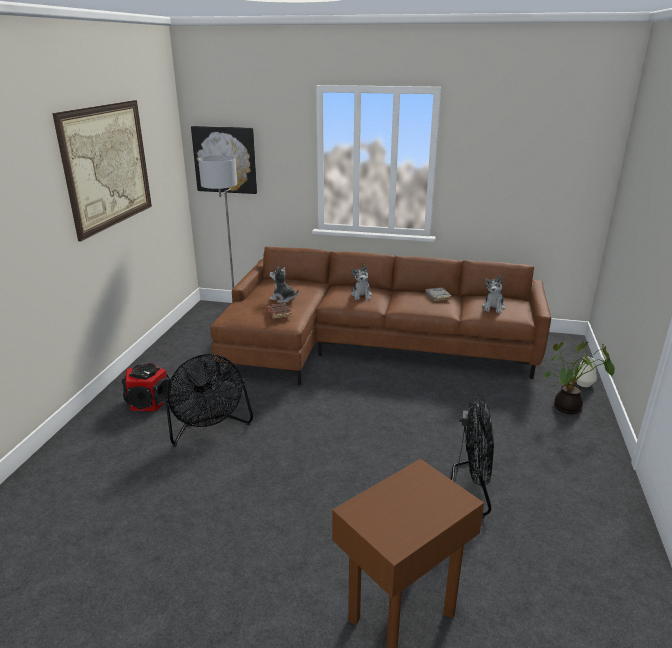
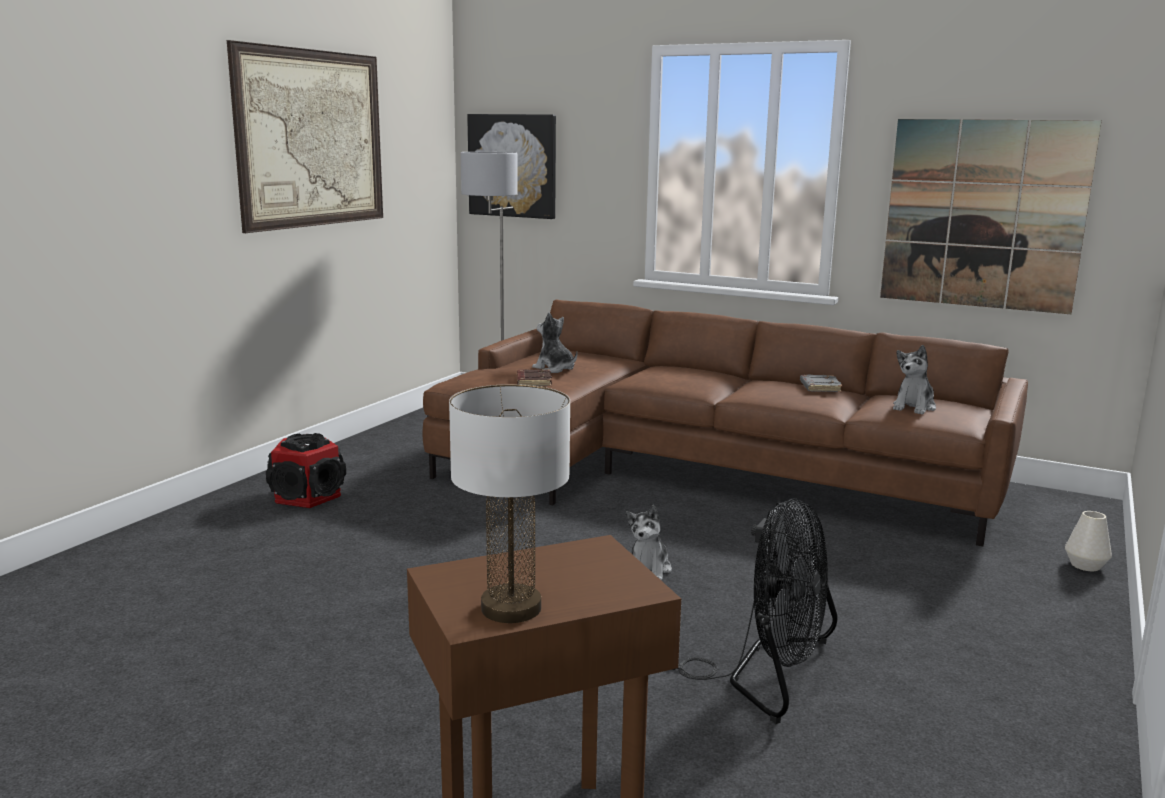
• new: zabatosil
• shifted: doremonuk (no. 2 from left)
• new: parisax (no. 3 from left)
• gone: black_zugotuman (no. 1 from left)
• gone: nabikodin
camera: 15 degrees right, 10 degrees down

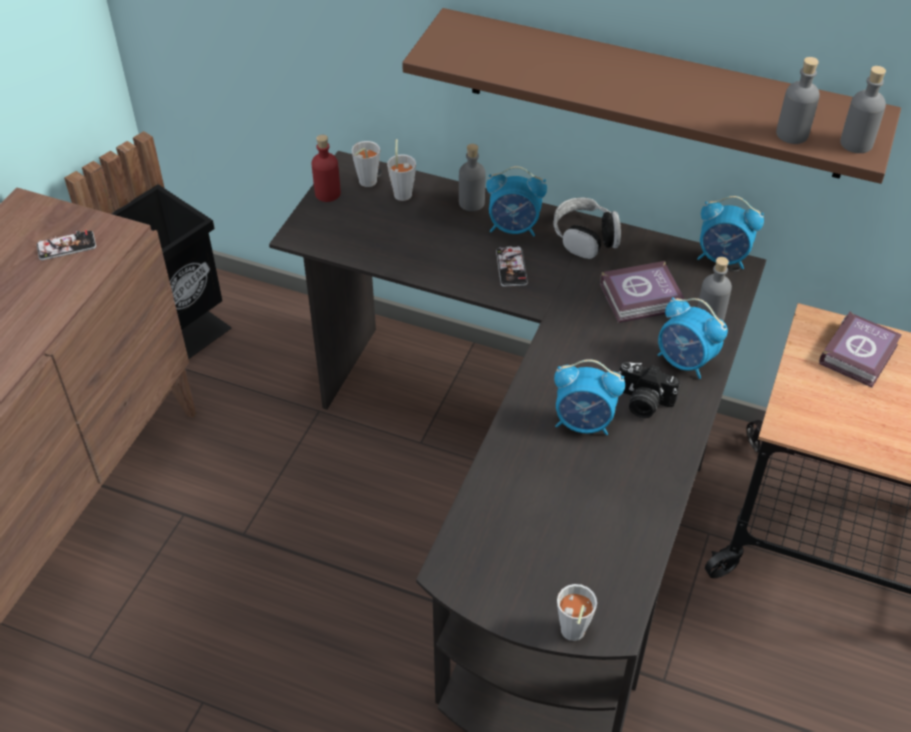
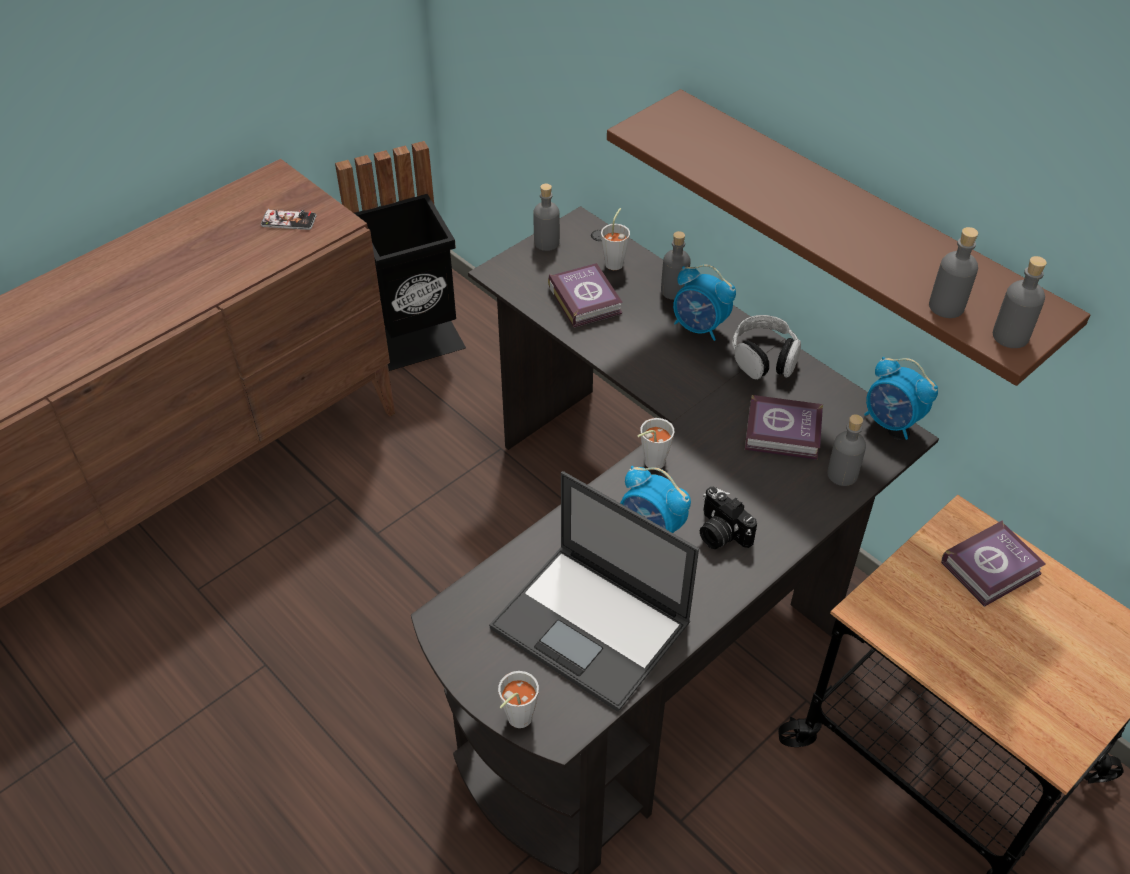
• new: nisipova
• repainted: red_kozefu to grey_kozefu (no. 1 from left)
• new: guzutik (no. 1 from left)
• shifted: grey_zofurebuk (no. 1 from left in the first image) to grey_zofurebuk (no. 3 from left)
• gone: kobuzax (no. 2 from left)
• gone: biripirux (no. 3 from left)
camera: 25 degrees right, 0 degrees up

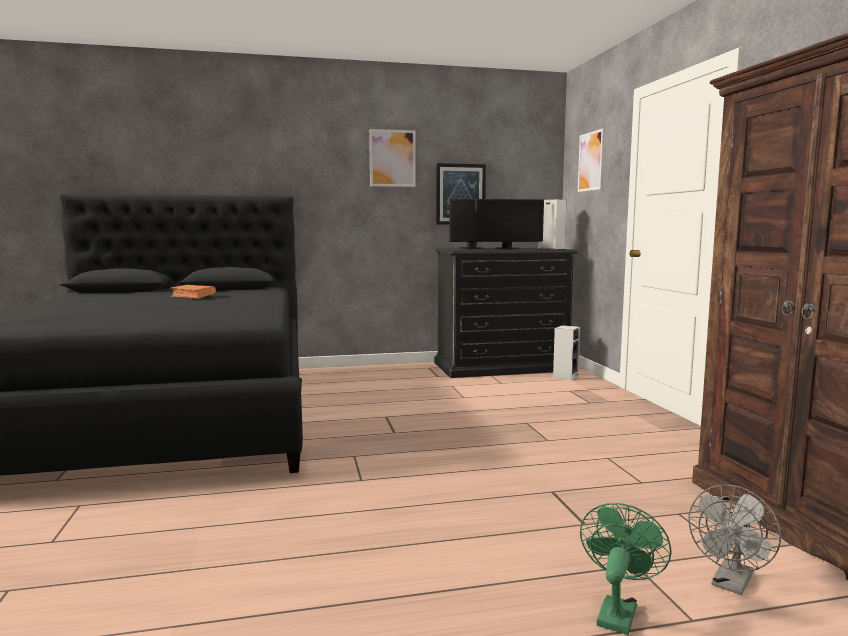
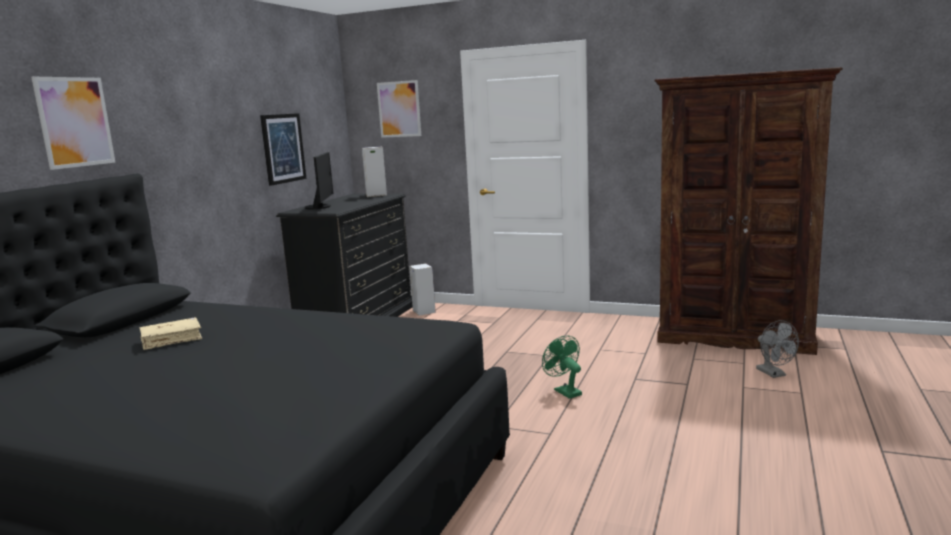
• shifted: parisax (no. 1 from left)
• repainted: orange_guzutik to beige_guzutik
• shifted: green_zugotuman
• gone: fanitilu (no. 2 from left)
camera: 55 degrees left, 5 degrees up

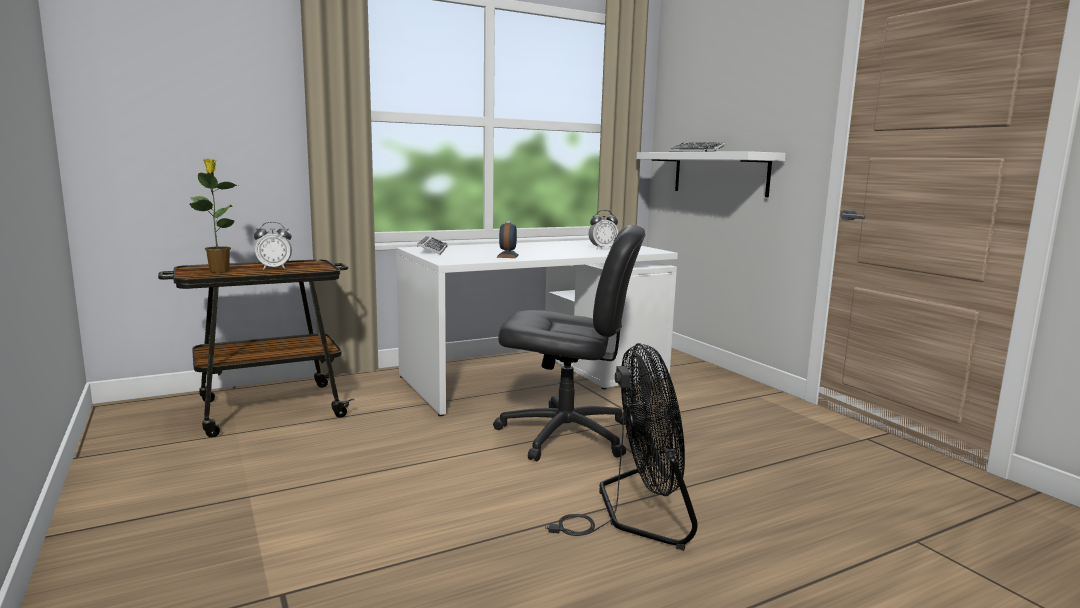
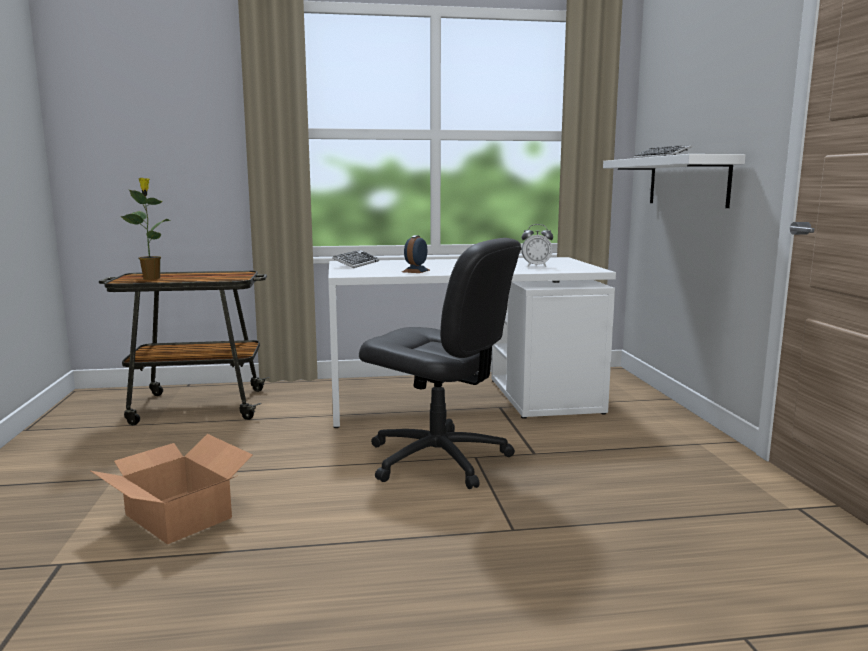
• new: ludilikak
• gone: biripirux (no. 1 from left)
• gone: black_zugotuman
camera: 20 degrees right, 0 degrees up

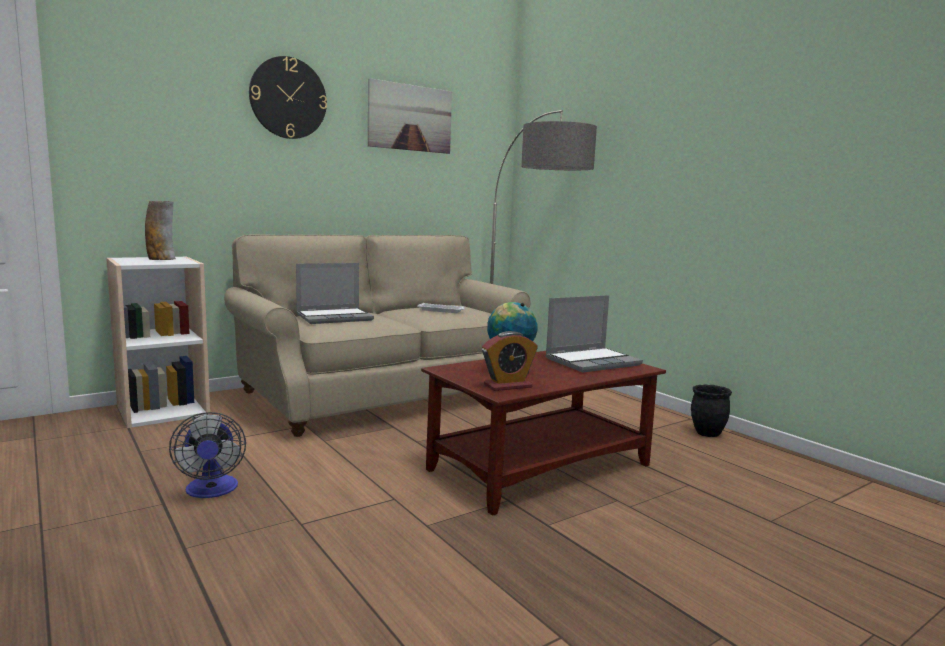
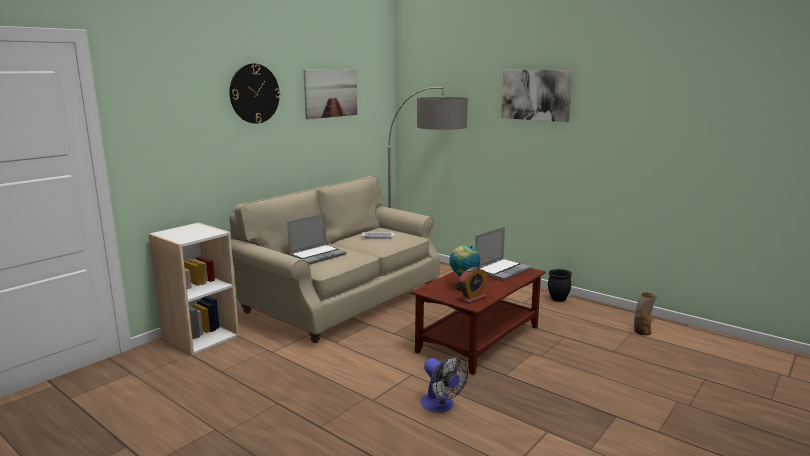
• shifted: zugotuman
• new: parisax (no. 2 from left)
• shifted: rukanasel
camera: 15 degrees left, 5 degrees up

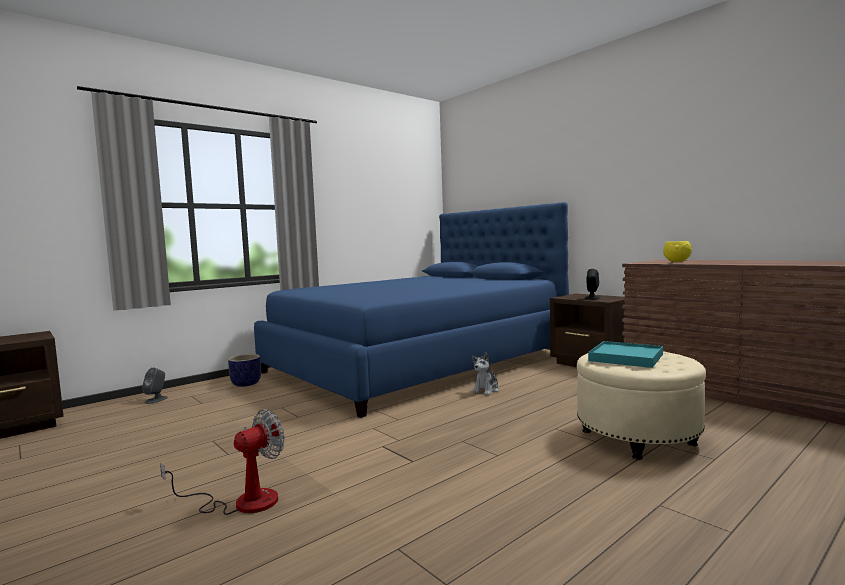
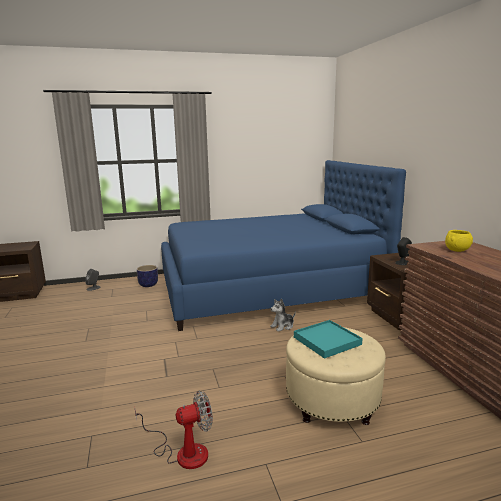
• shifted: zugotuman
camera: 25 degrees right, 10 degrees up

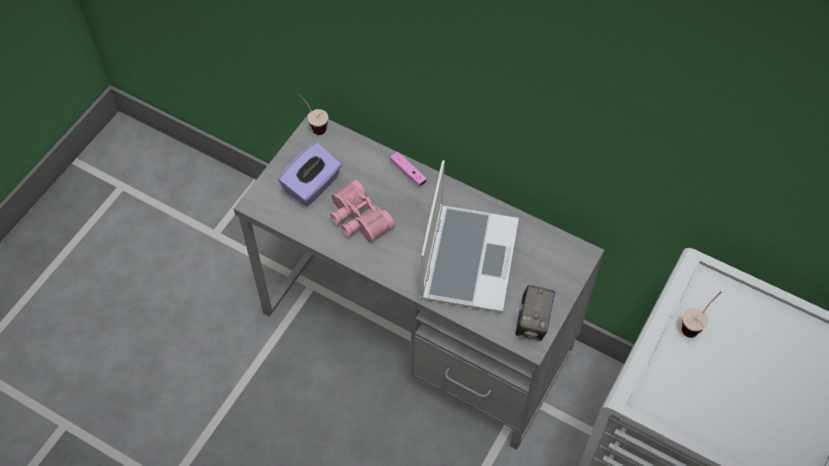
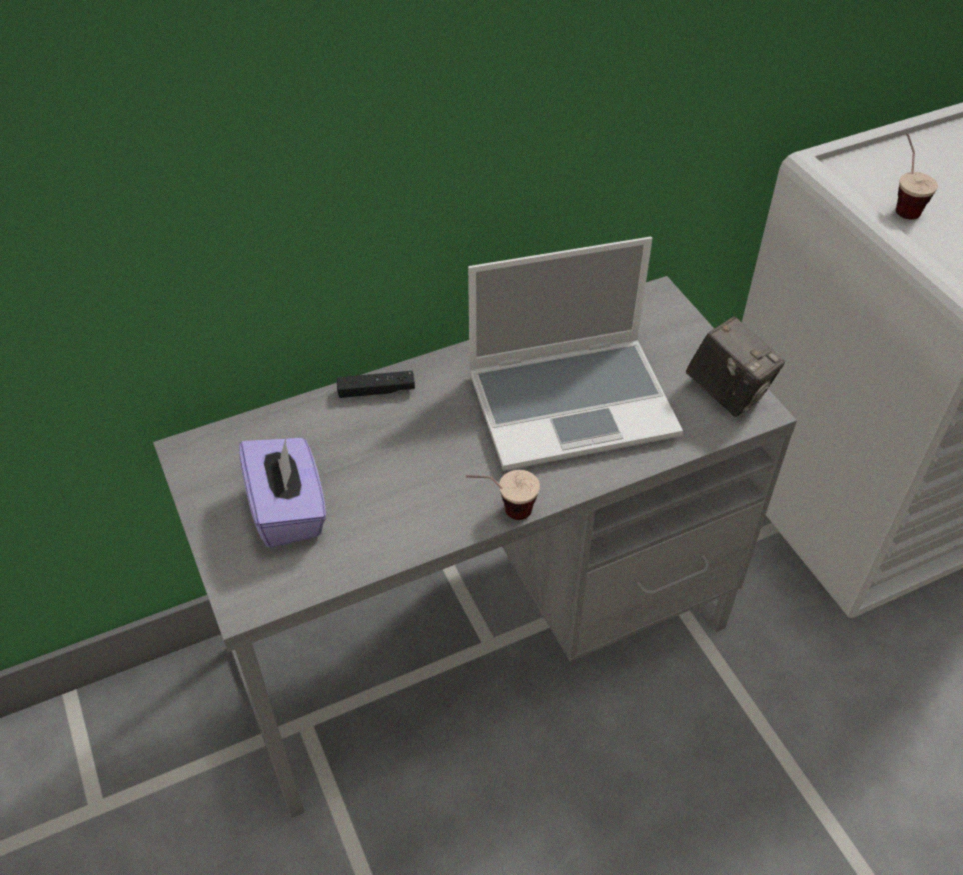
• repainted: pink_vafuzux to black_vafuzux
• shifted: zofurebuk (no. 1 from left)
• rotated: nisipova 120 degrees clockwise
• gone: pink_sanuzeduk
camera: 55 degrees left, 10 degrees down

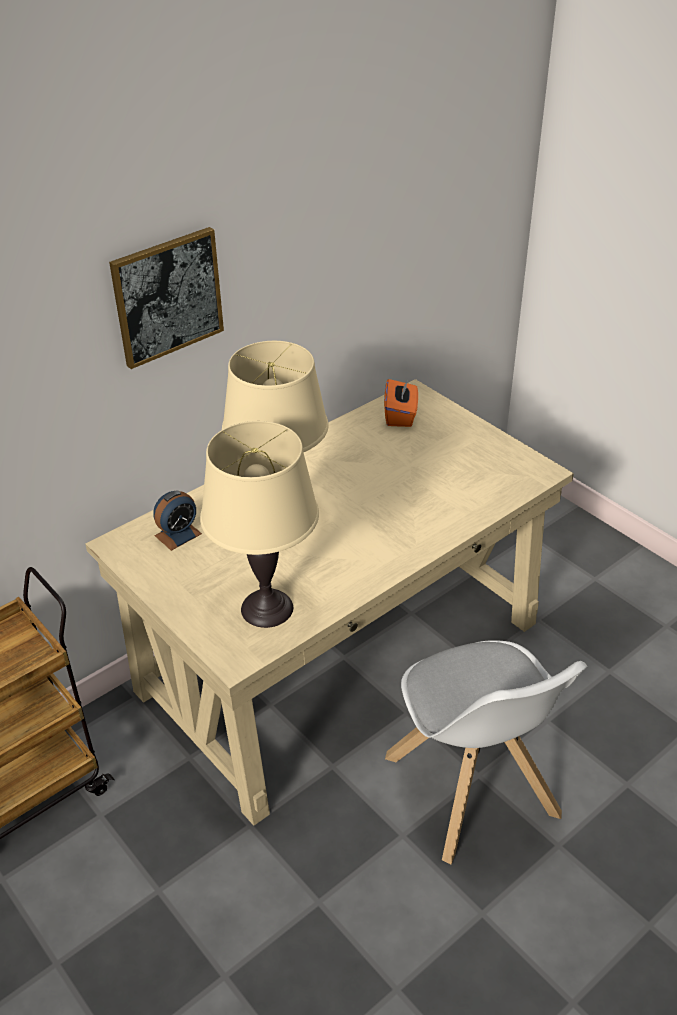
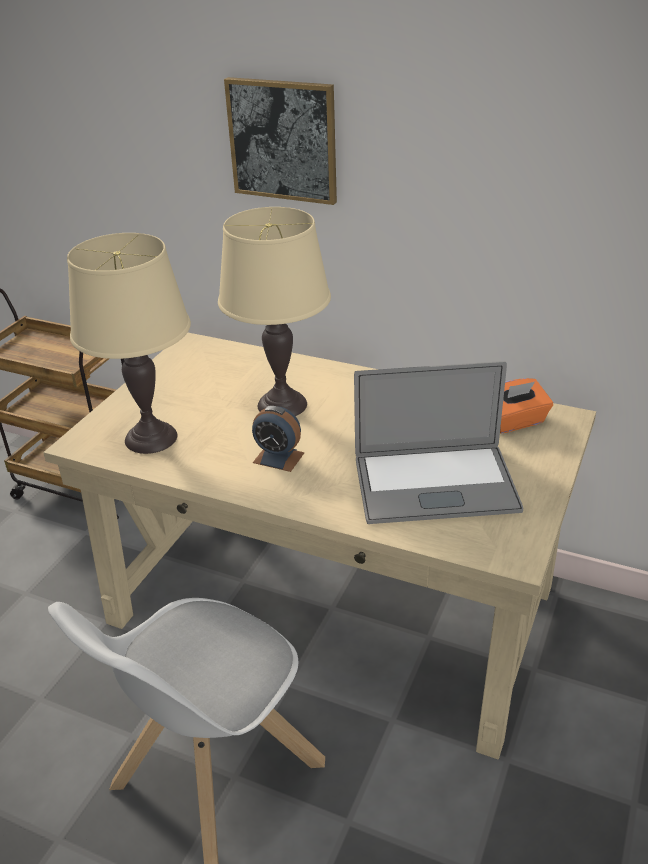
• shifted: biripirux
• new: nisipova
camera: 65 degrees right, 5 degrees down

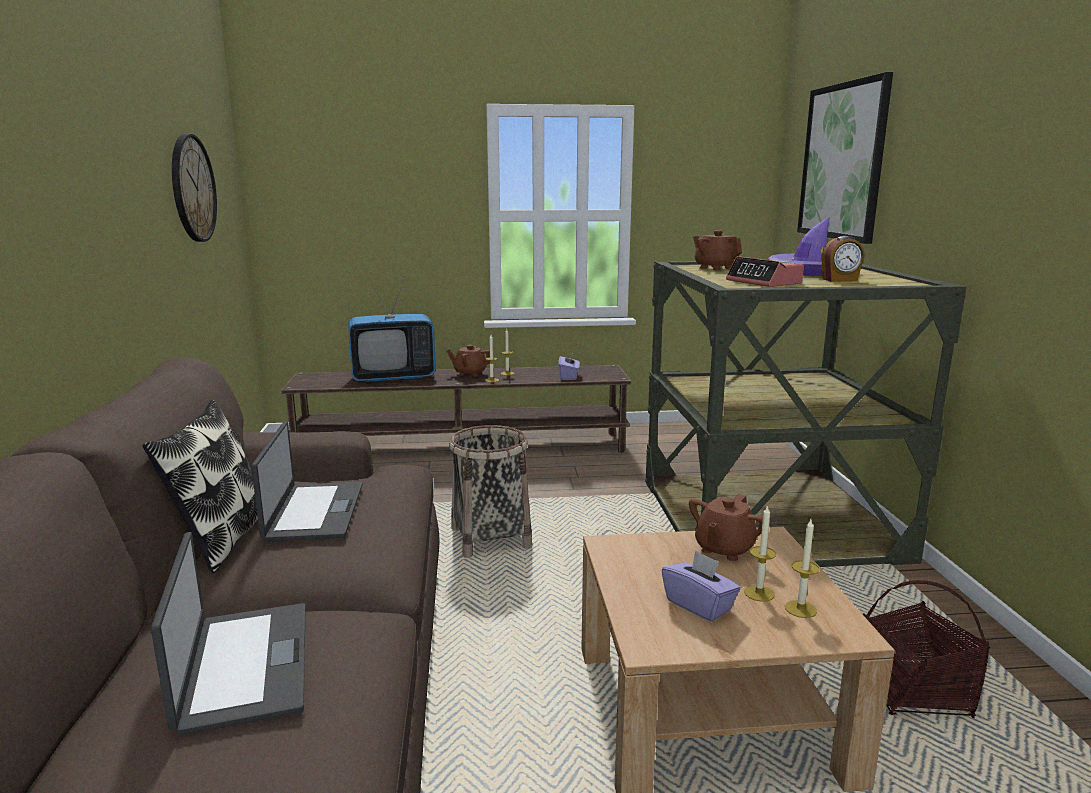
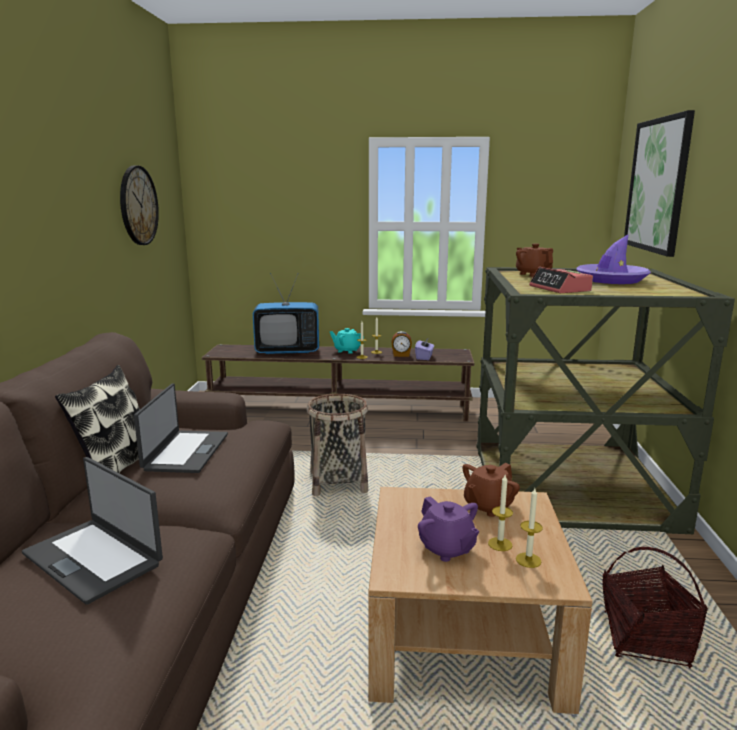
• rotated: nisipova (no. 1 from left) 135 degrees clockwise
• repainted: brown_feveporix (no. 1 from left) to turquoise_feveporix
• shifted: biripirux (no. 2 from left in the first image) to biripirux (no. 1 from left)
• swapped: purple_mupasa (no. 2 from left) to purple_feveporix
camera: 10 degrees right, 0 degrees up

